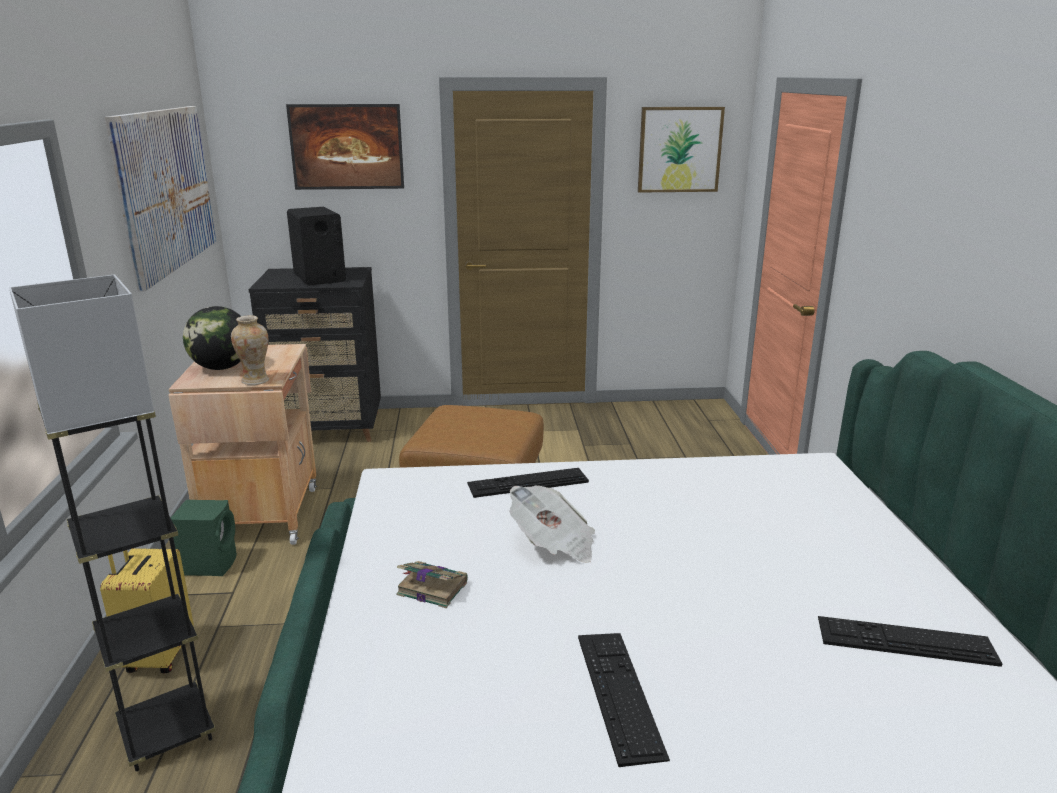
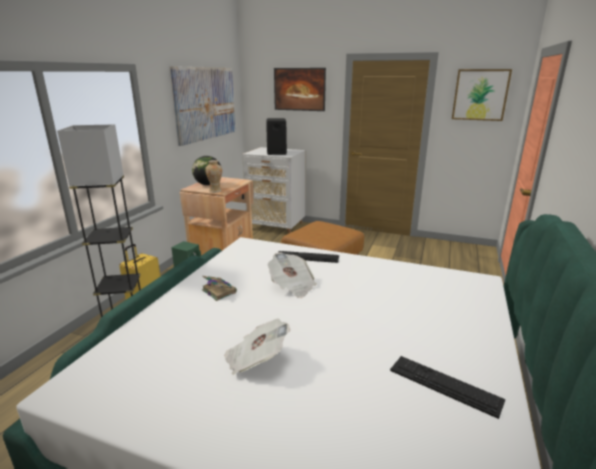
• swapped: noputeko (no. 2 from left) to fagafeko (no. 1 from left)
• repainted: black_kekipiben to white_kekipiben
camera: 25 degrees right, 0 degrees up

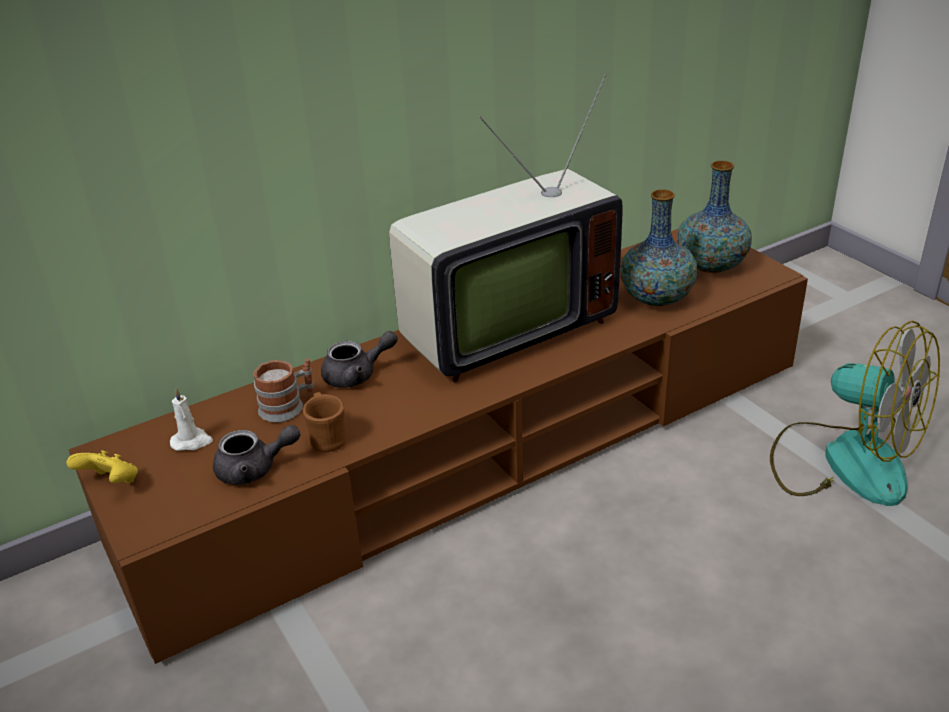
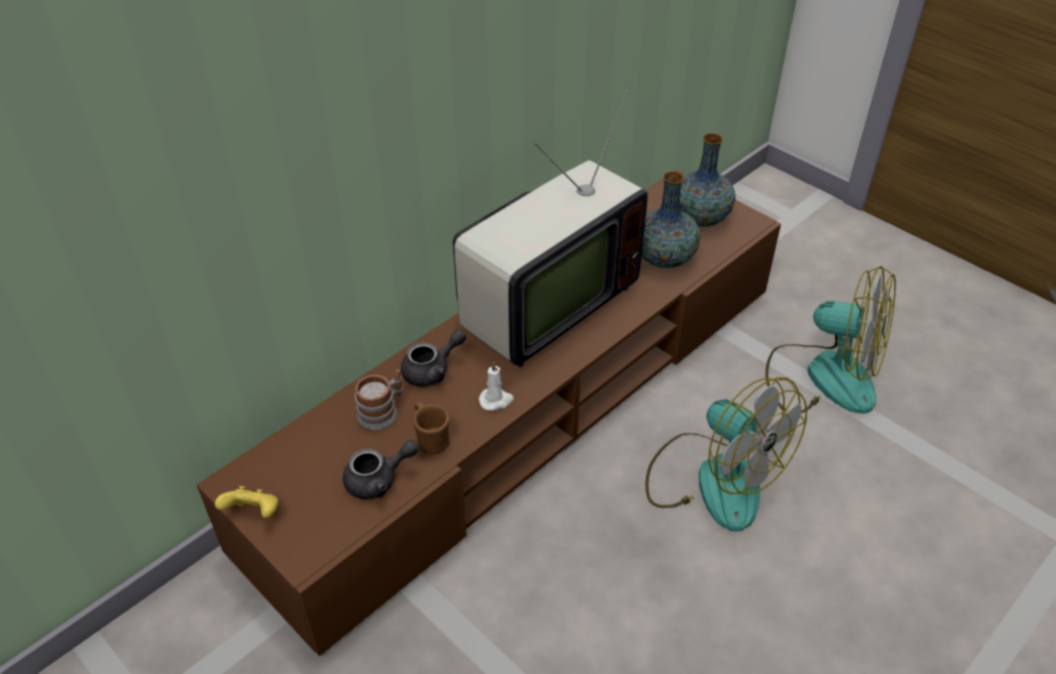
• shifted: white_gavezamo
• new: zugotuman (no. 1 from left)
camera: 15 degrees left, 10 degrees up

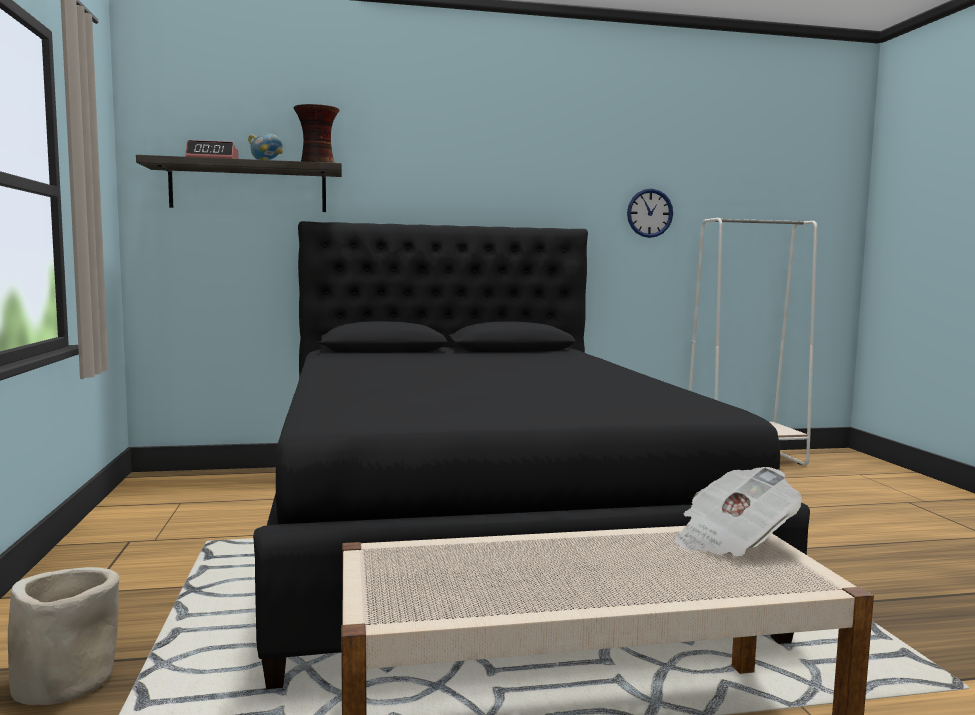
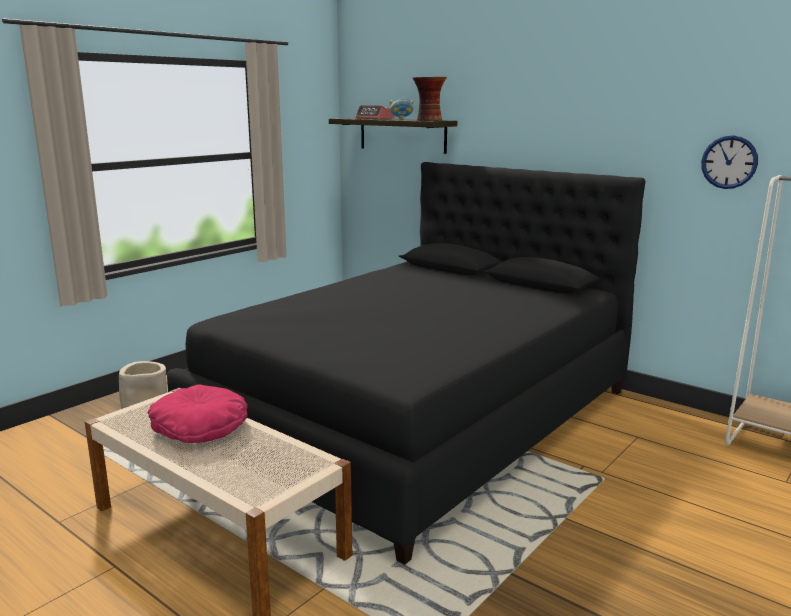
• new: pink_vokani
• gone: fagafeko
camera: 50 degrees right, 10 degrees up

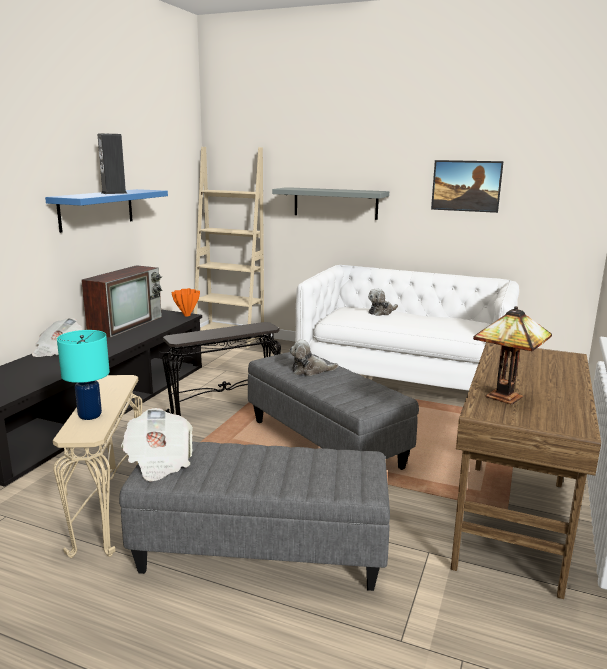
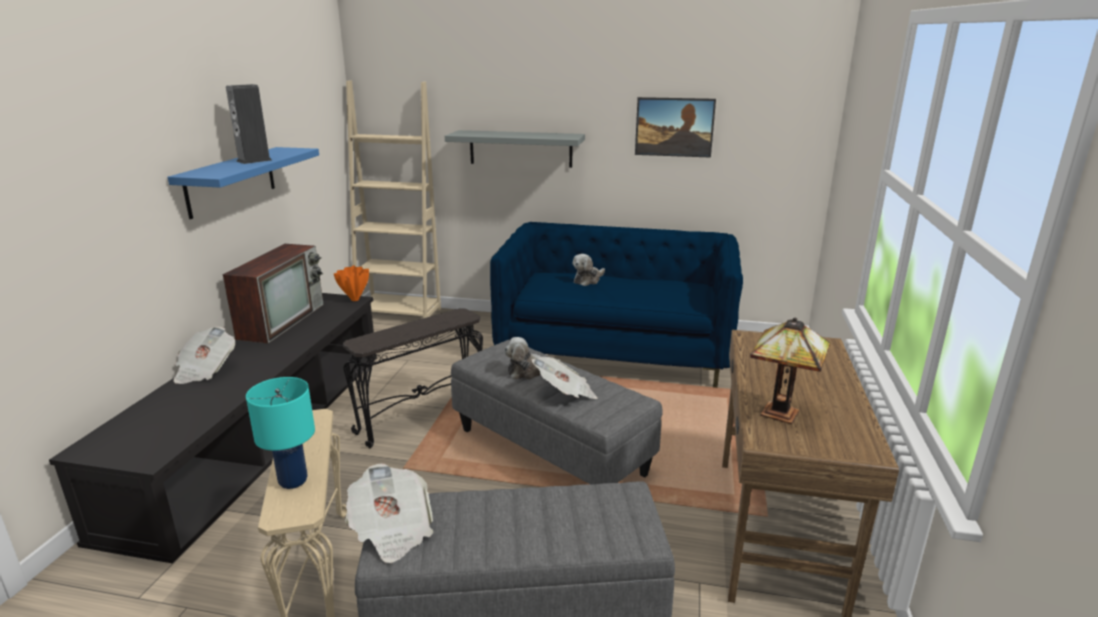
• repainted: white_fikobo to blue_fikobo
• new: fagafeko (no. 3 from left)
camera: 10 degrees left, 5 degrees up

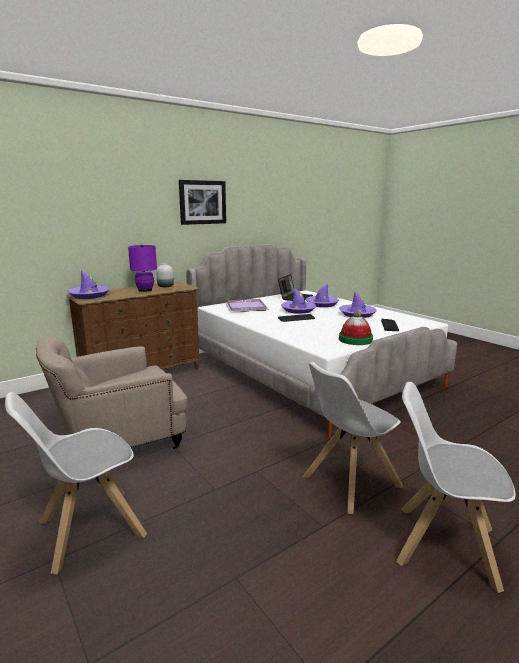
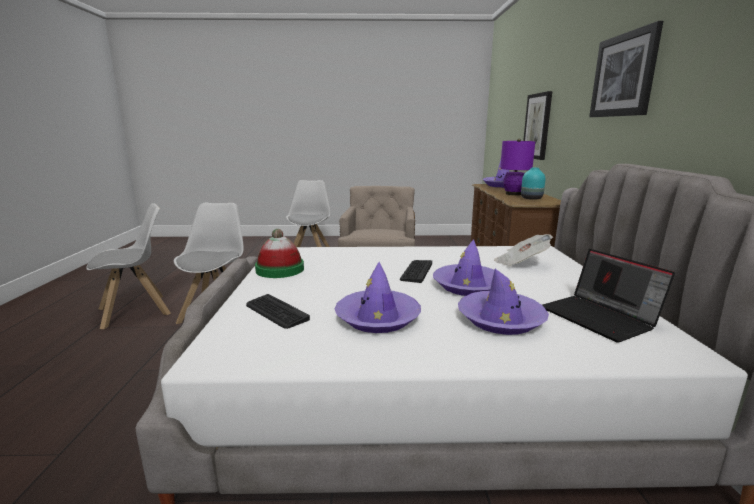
• swapped: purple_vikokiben to fagafeko
• repainted: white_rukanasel to turquoise_rukanasel
• new: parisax (no. 1 from left)
camera: 125 degrees right, 0 degrees up

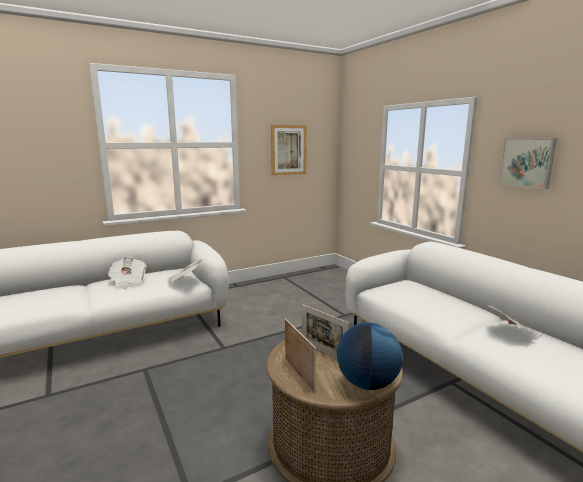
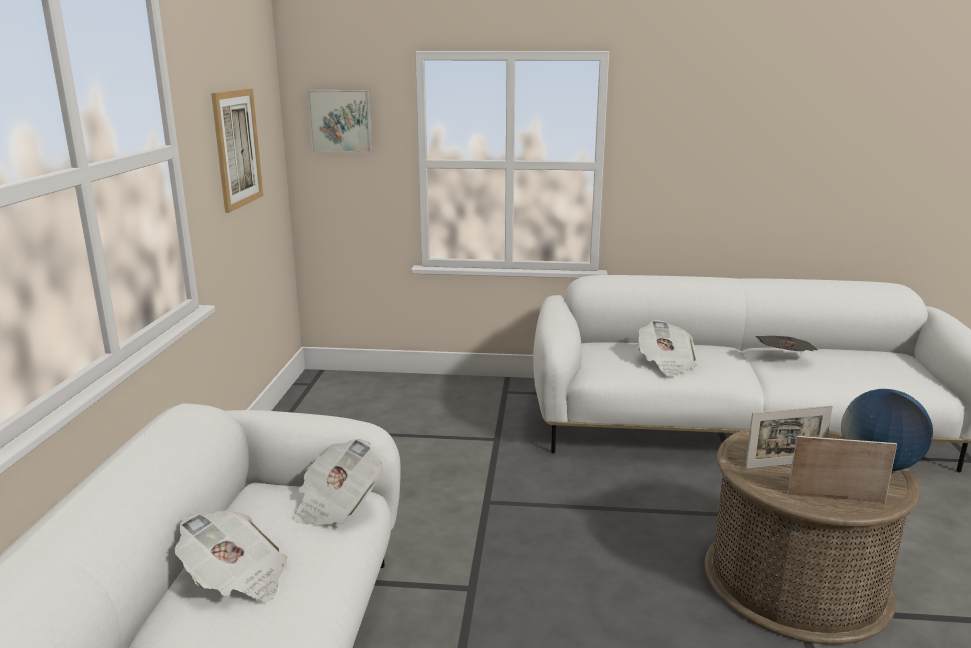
• shifted: parisax (no. 2 from left)
• new: fagafeko (no. 3 from left)
camera: 55 degrees left, 5 degrees up

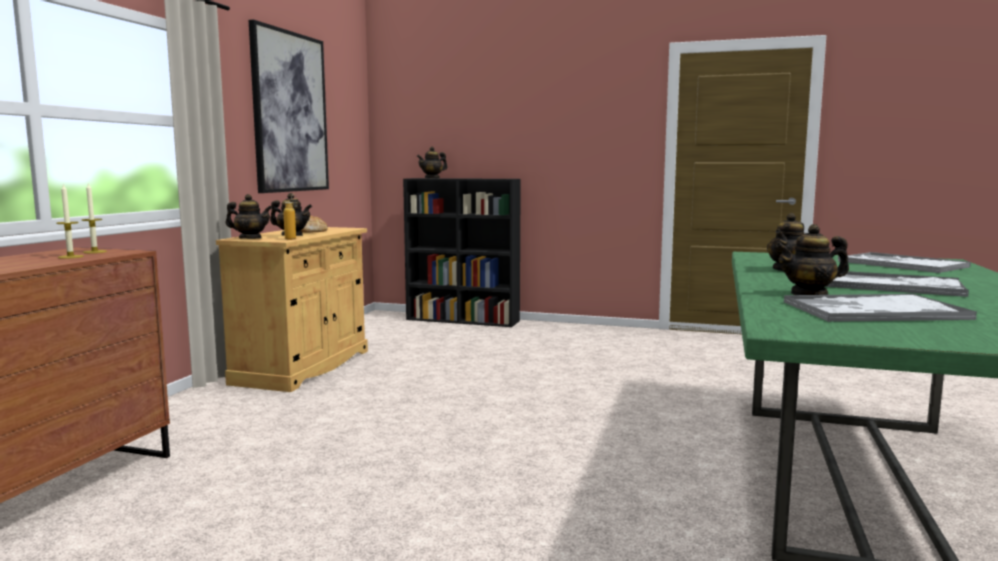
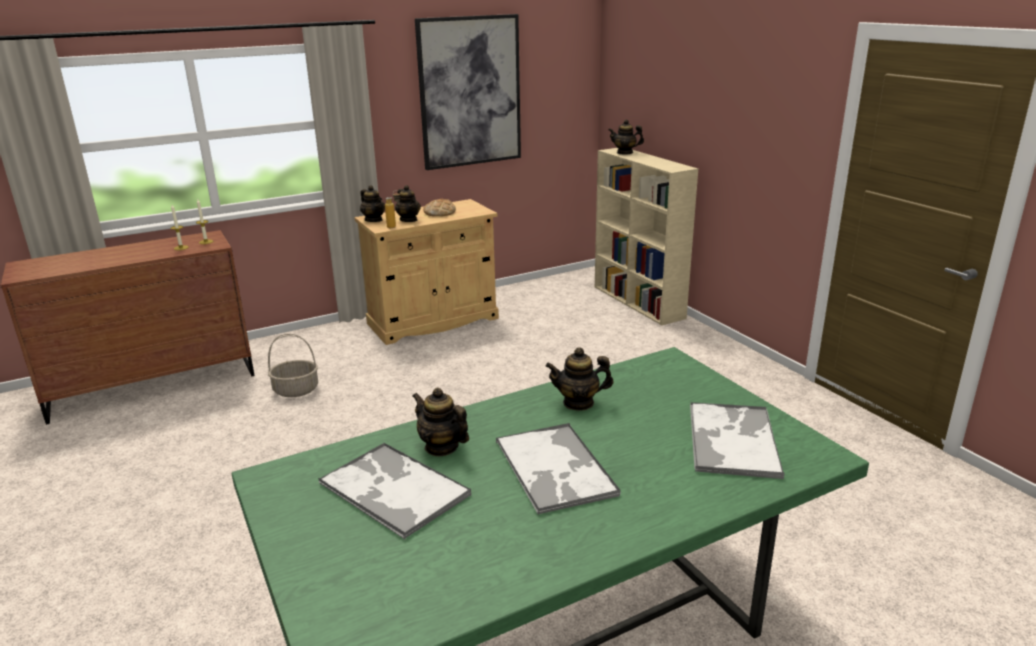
• new: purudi
• repainted: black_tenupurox to beige_tenupurox
camera: 45 degrees right, 15 degrees up

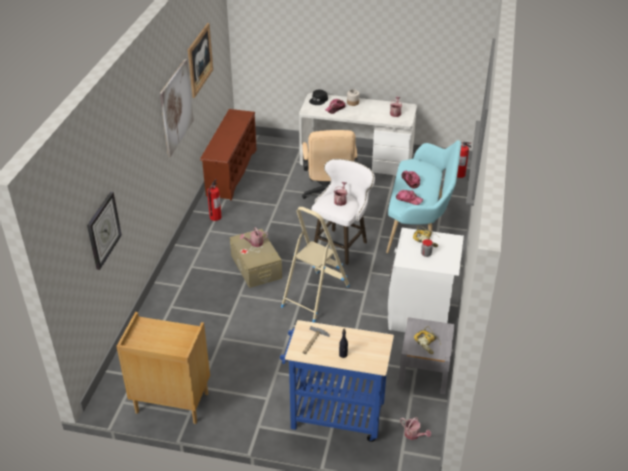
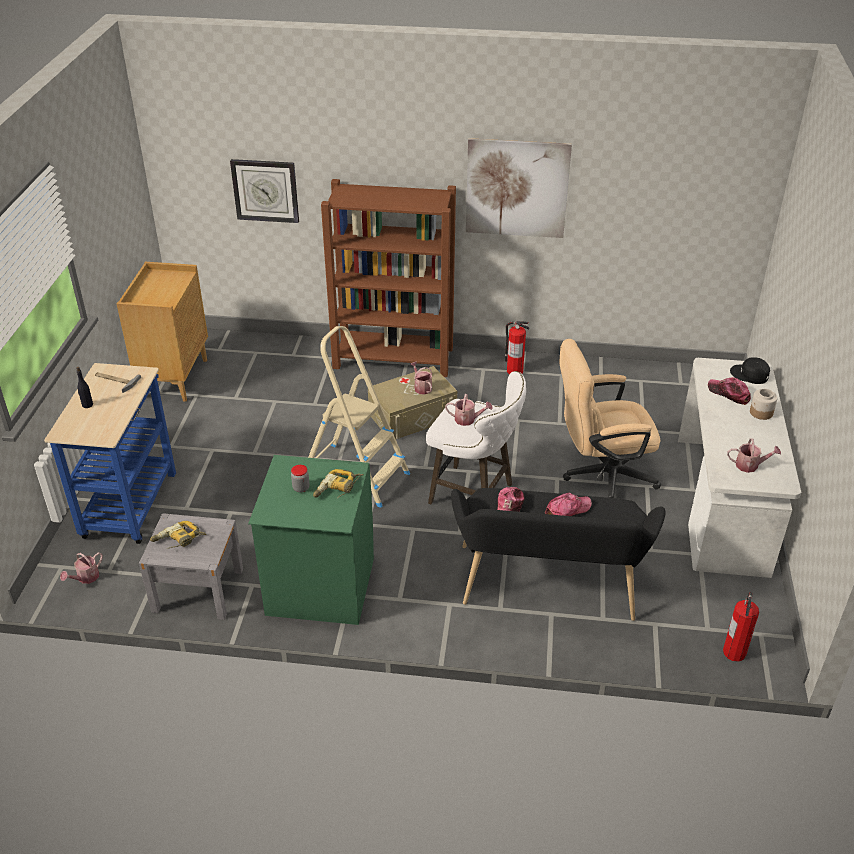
• repainted: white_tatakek to green_tatakek
• new: brown_tenupurox
• repainted: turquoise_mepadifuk to black_mepadifuk
• gone: parisax (no. 2 from left)
• gone: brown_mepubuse
camera: 85 degrees right, 0 degrees up

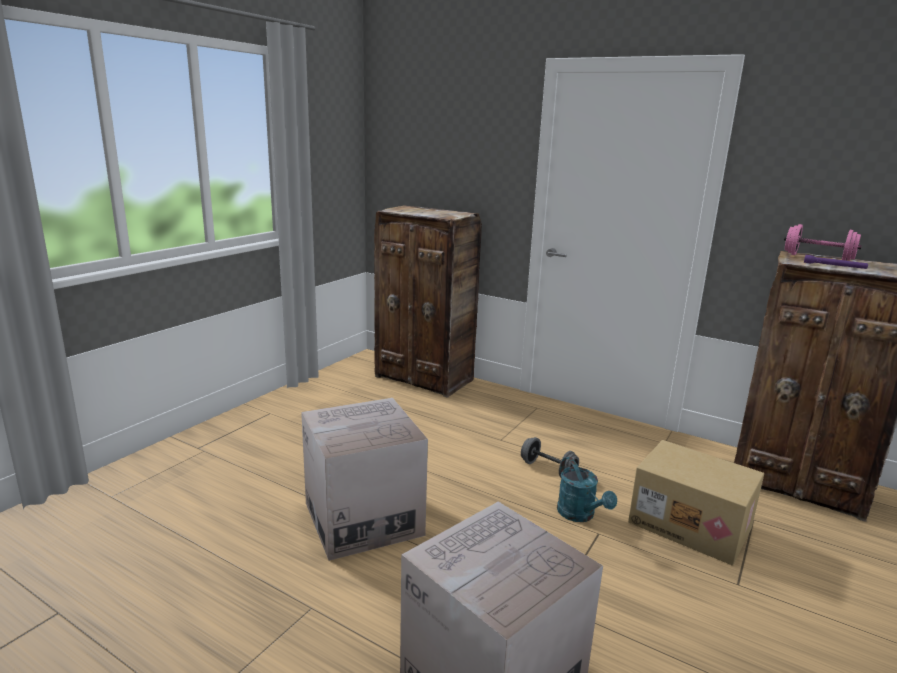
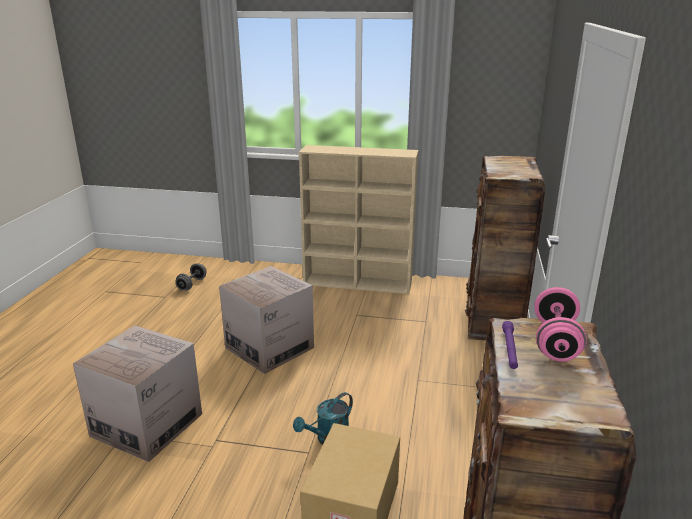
• shifted: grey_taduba
• new: beige_tenupurox
camera: 70 degrees right, 5 degrees up

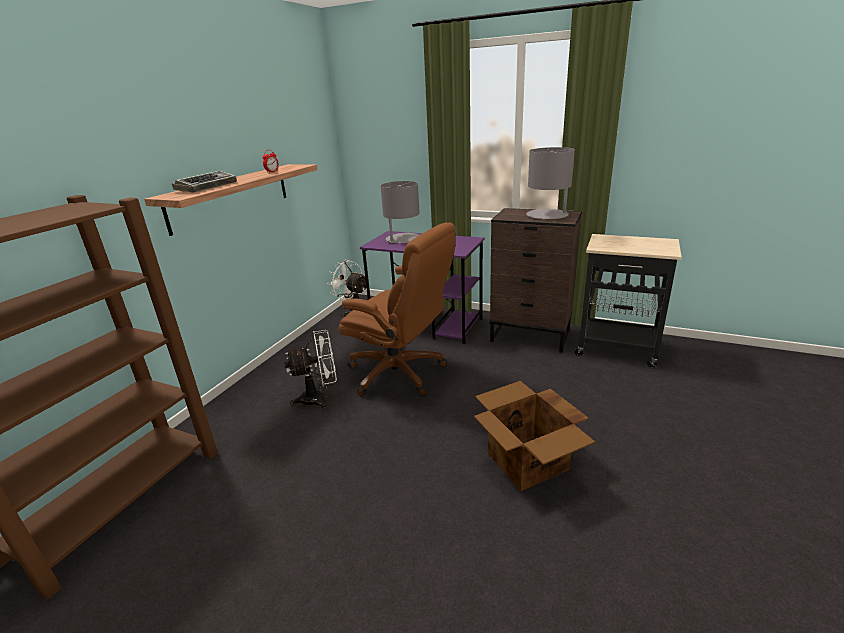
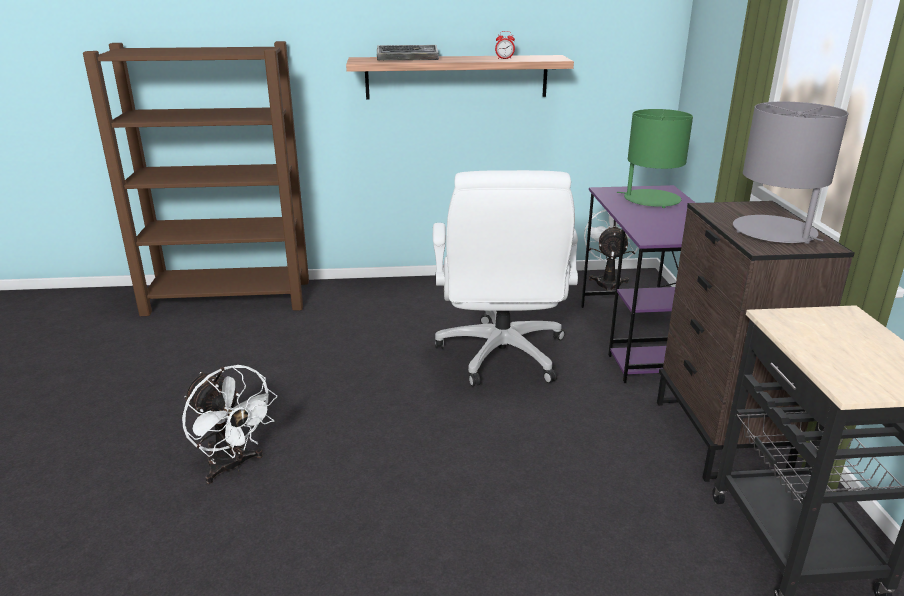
• shifted: white_zugotuman (no. 1 from left)
• repainted: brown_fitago to white_fitago
• repainted: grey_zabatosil (no. 1 from left) to green_zabatosil
• gone: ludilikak
camera: 60 degrees right, 0 degrees up

